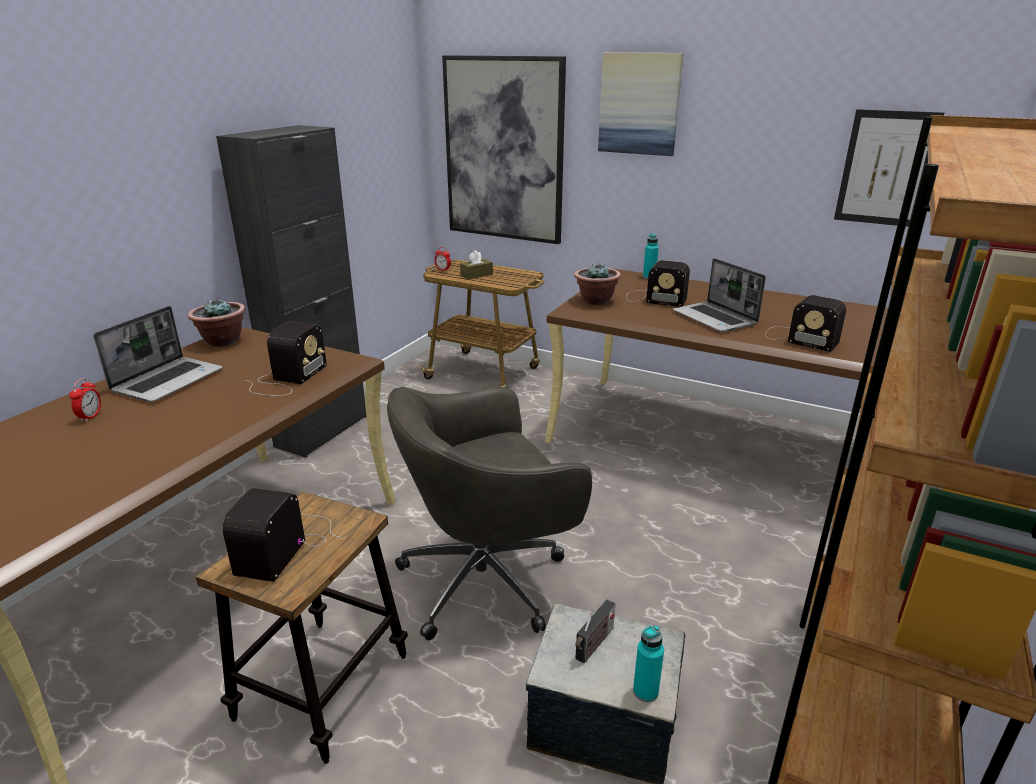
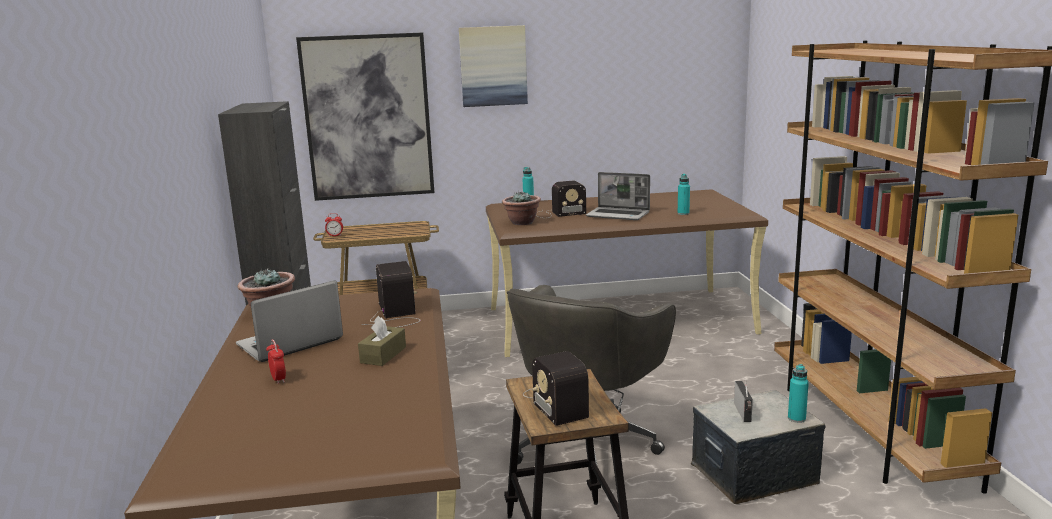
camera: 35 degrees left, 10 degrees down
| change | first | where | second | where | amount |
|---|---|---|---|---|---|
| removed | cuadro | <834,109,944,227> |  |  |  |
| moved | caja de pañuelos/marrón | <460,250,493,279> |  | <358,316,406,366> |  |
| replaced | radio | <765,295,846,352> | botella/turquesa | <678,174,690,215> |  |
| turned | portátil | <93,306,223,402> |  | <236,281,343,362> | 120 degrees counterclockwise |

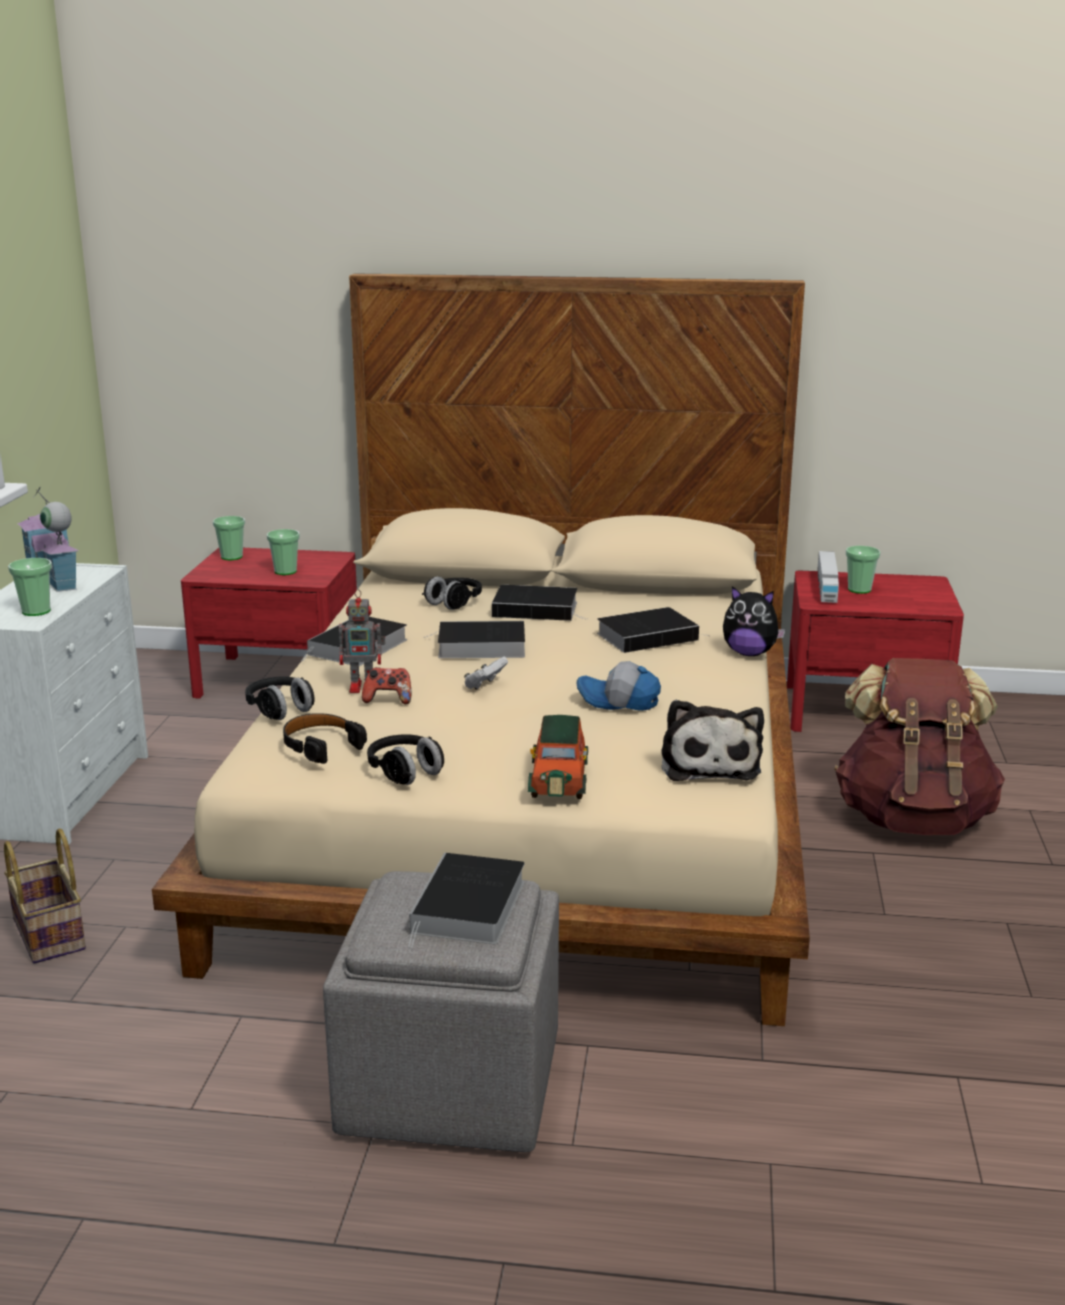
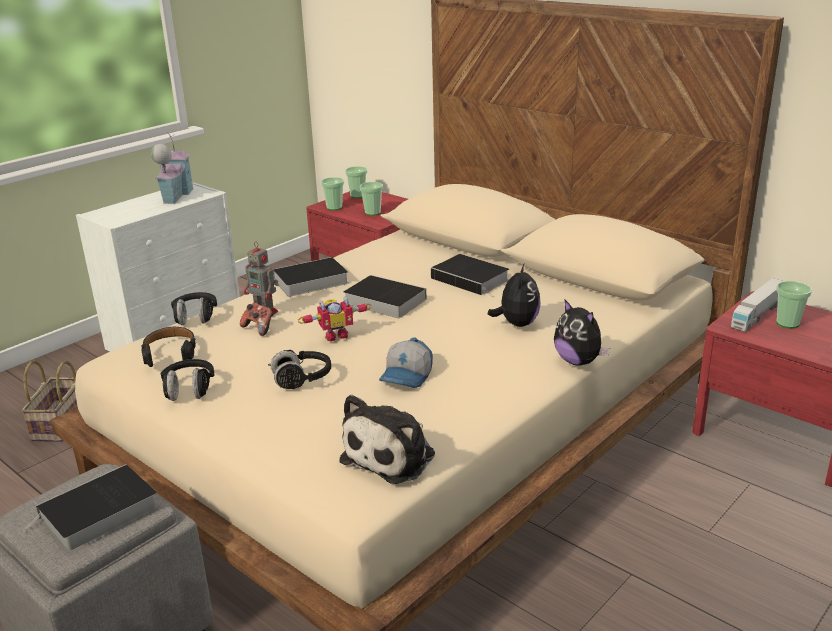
camera: 35 degrees right, 5 degrees up
| change | first | where | second | where | amount |
|---|---|---|---|---|---|
| removed | coche de juguete | <528,715,588,799> |  |  |  |
| removed | mochila/marrón | <834,658,1005,835> |  |  |  |
| moved | taza | <8,558,52,616> |  | <321,177,344,210> |  |
| moved | auriculares/negro | <422,576,482,610> |  | <268,350,331,389> |  |
| replaced | mando de consola/blanco | <464,657,508,690> | robot de juguete | <298,297,372,342> |  |
| replaced | libro | <597,607,706,653> | peluche | <488,264,541,327> |  |
| turned | gorra | <576,661,661,711> |  | <379,337,433,388> | 120 degrees counterclockwise |

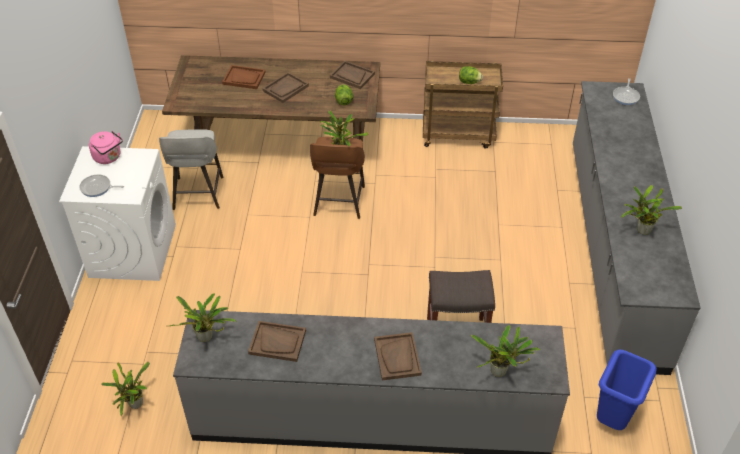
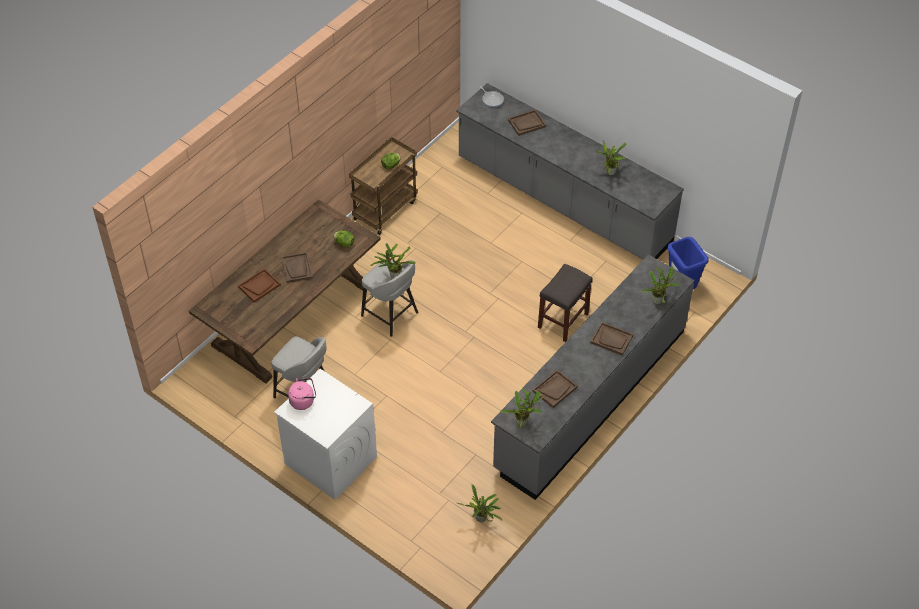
camera: 55 degrees left, 5 degrees up
| change | first | where | second | where | amount |
|---|---|---|---|---|---|
| removed | sartén | <79,174,124,197> |  |  |  |
| moved | bandeja/marrón | <330,61,375,89> |  | <508,109,546,136> |  |
| recoloured | taburete/marrón | <310,137,365,219> | taburete/gris | <361,259,418,337> |  |

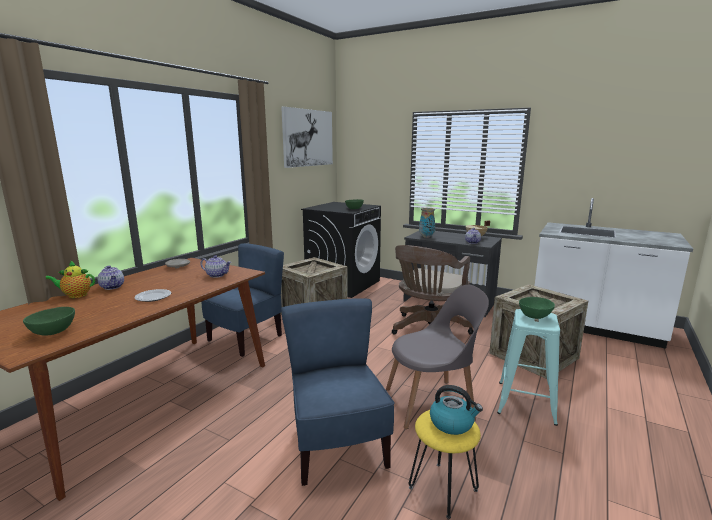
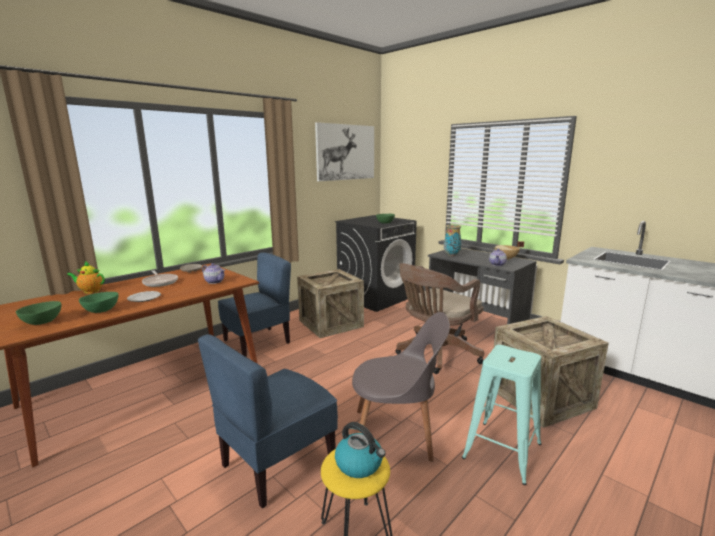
camera: 15 degrees right, 0 degrees up
| change | first | where | second | where | amount |
|---|---|---|---|---|---|
| removed | tetera | <97,265,124,290> |  |  |  |
| added |  |  | sartén | <142,270,178,287> |  |
| moved | cuenco/verde | <519,297,555,319> |  | <79,292,119,313> |  |
| turned | silla/azul | <281,298,395,486> |  | <198,334,338,508> | 135 degrees counterclockwise |

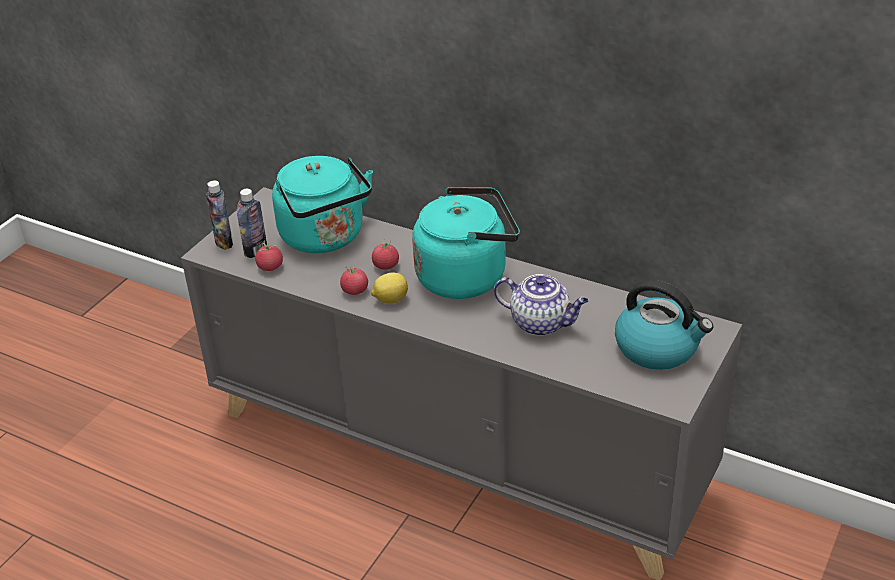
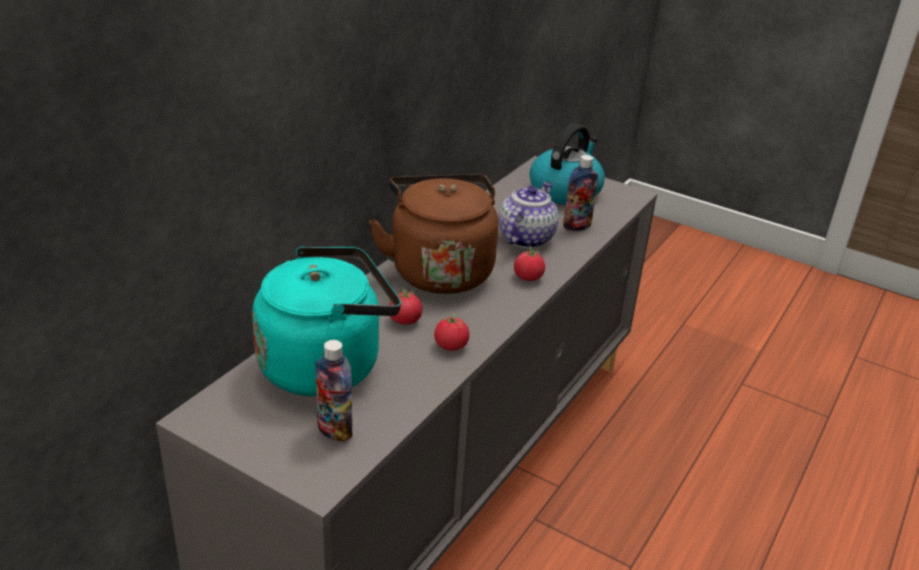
camera: 90 degrees left, 5 degrees down
| change | first | where | second | where | amount |
|---|---|---|---|---|---|
| removed | limón | <371,273,408,304> |  |  |  |
| moved | botella | <206,180,233,250> |  | <563,155,598,231> |  |
| moved | tomate | <255,243,283,271> |  | <514,246,545,281> |  |
| recoloured | hervidor/turquesa | <412,187,520,299> | hervidor/marrón | <369,174,499,294> |  |

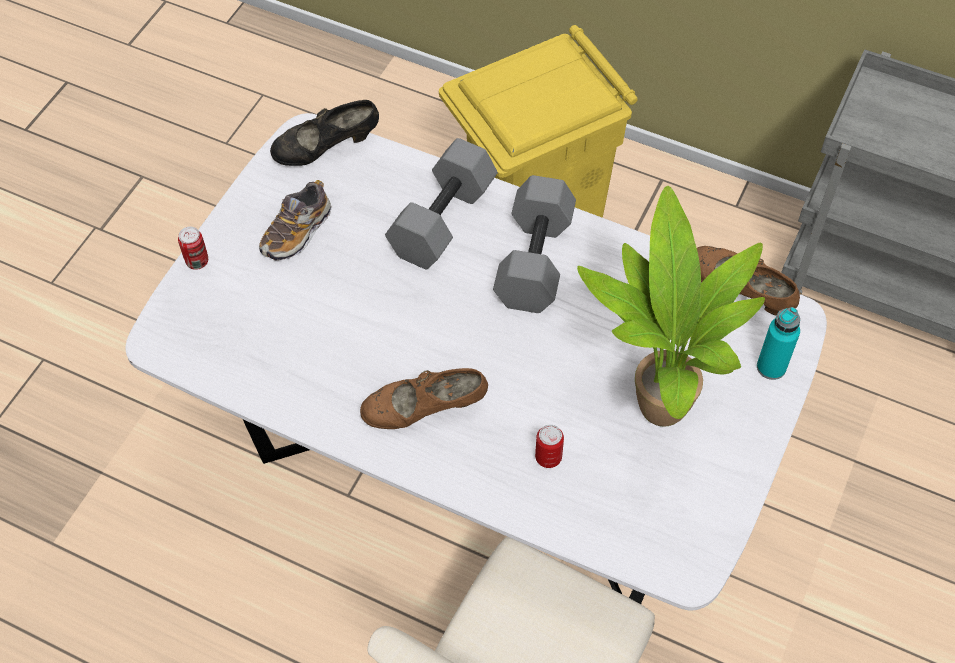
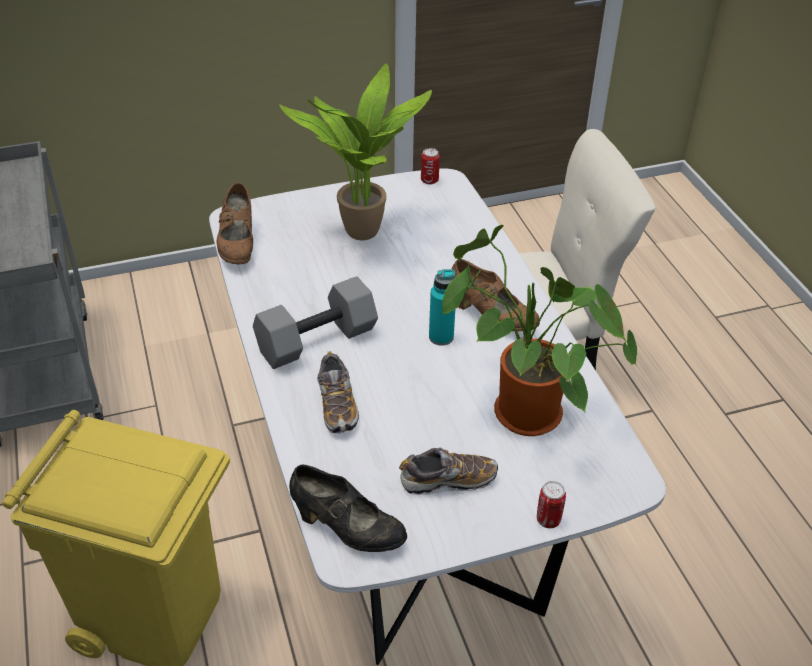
camera: 135 degrees left, 15 degrees down
| change | first | where | second | where | amount |
|---|---|---|---|---|---|
| added |  |  | planta en maceta | <442,225,637,436> |  |
| moved | lata | <535,424,564,468> |  | <421,148,440,185> |  |
| moved | botella/turquesa | <757,307,800,380> |  | <429,269,456,346> |  |
| replaced | mancuerna/gris | <385,138,498,269> | zapato | <317,351,359,434> |  |

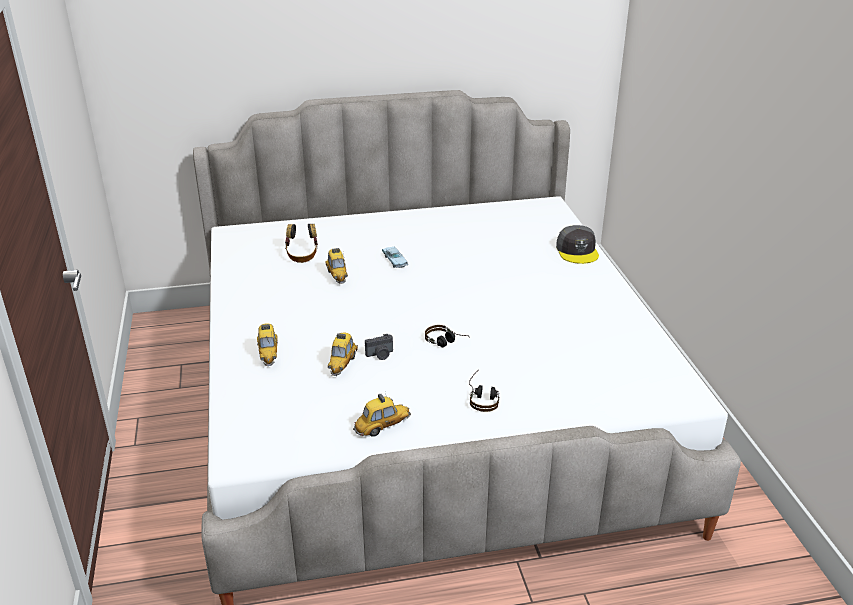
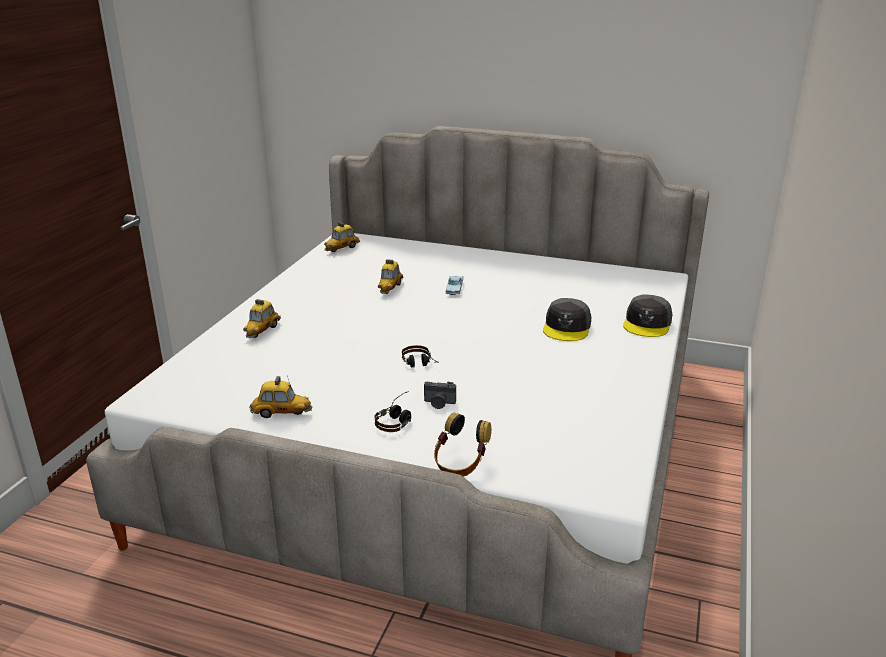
camera: 30 degrees right, 5 degrees down
| change | first | where | second | where | amount |
|---|---|---|---|---|---|
| added |  |  | gorra/gris | <543,298,592,341> |  |
| moved | auriculares | <285,224,318,263> |  | <434,413,491,477> |  |
| moved | coche de juguete | <328,333,358,376> |  | <324,222,360,252> |  |
| moved | cámara | <365,334,393,360> |  | <424,382,456,409> |  |

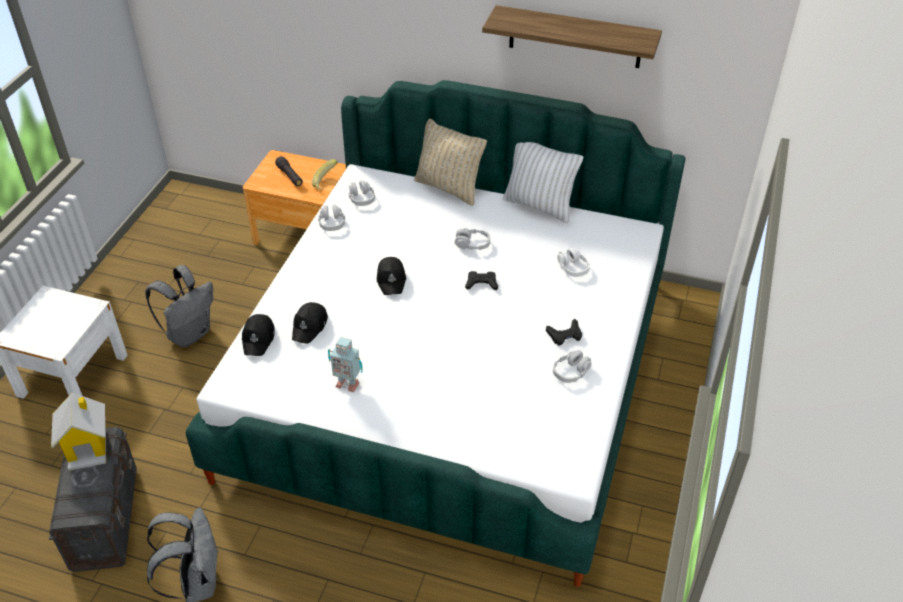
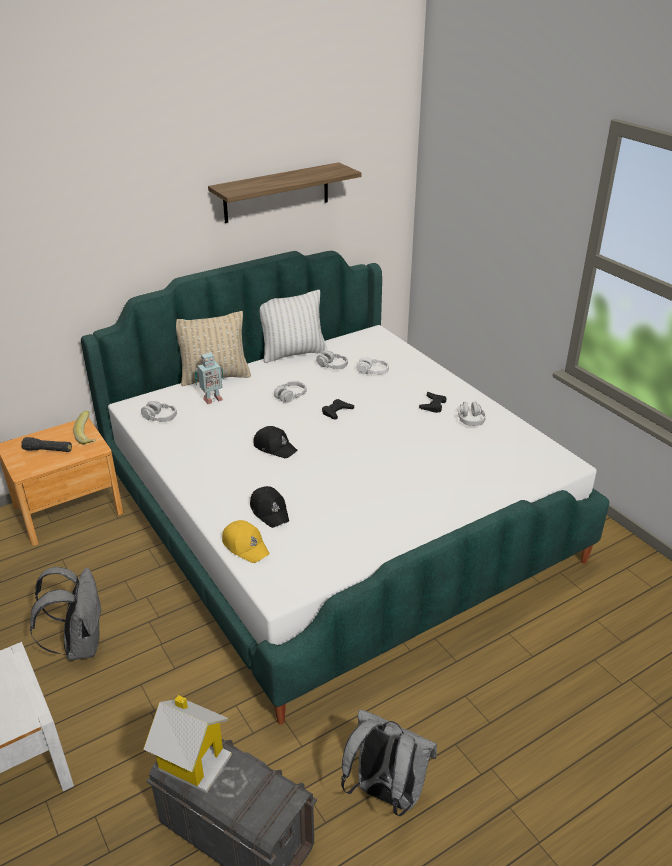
camera: 50 degrees left, 10 degrees down
| change | first | where | second | where | amount |
|---|---|---|---|---|---|
| moved | auriculares/gris | <318,204,345,231> |  | <316,350,348,369> |  |
| moved | robot de juguete | <328,337,363,392> |  | <195,353,224,404> |  |
| recoloured | gorra/negro | <242,314,275,356> | gorra/amarillo | <222,520,270,563> |  |

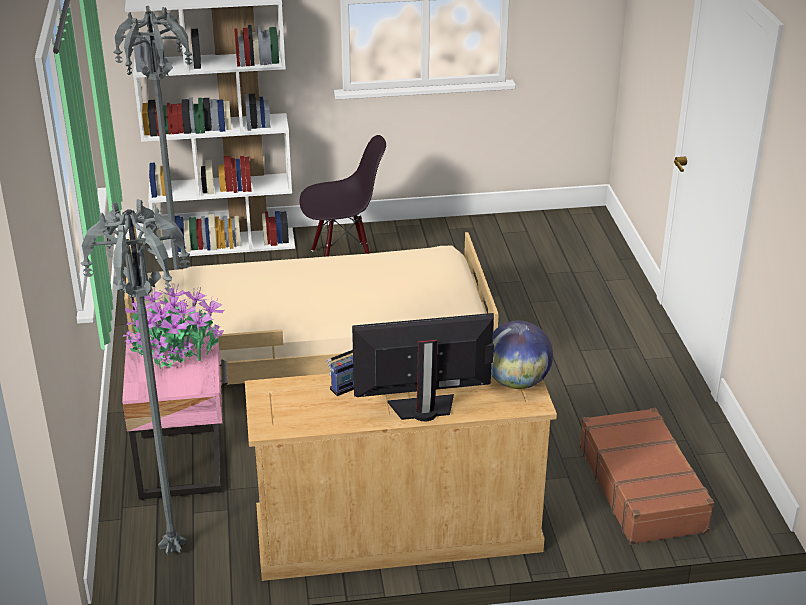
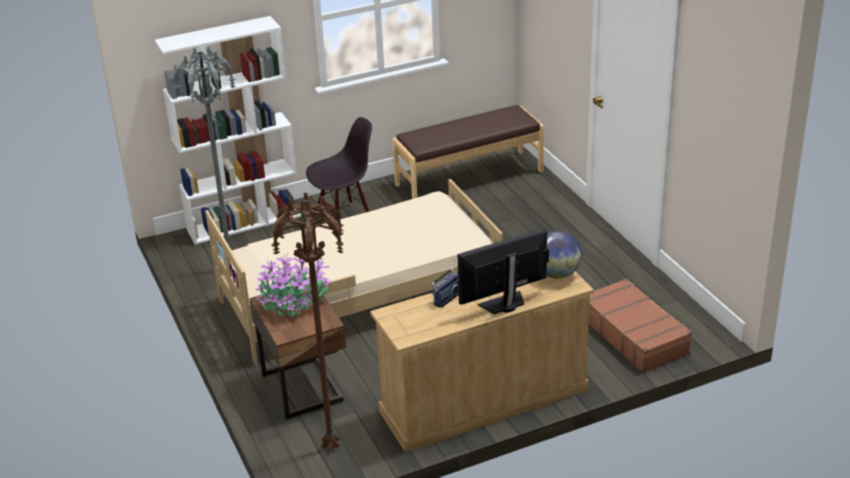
camera: 15 degrees left, 0 degrees up
| change | first | where | second | where | amount |
|---|---|---|---|---|---|
| added |  |  | banco/marrón | <392,105,544,199> |  |
| recoloured | lámpara de pie/gris | <80,200,190,555> | lámpara de pie/marrón | <271,193,344,451> |  |
| recoloured | mesita de noche/rosa | <122,326,228,500> | mesita de noche/marrón | <249,285,346,420> |  |

